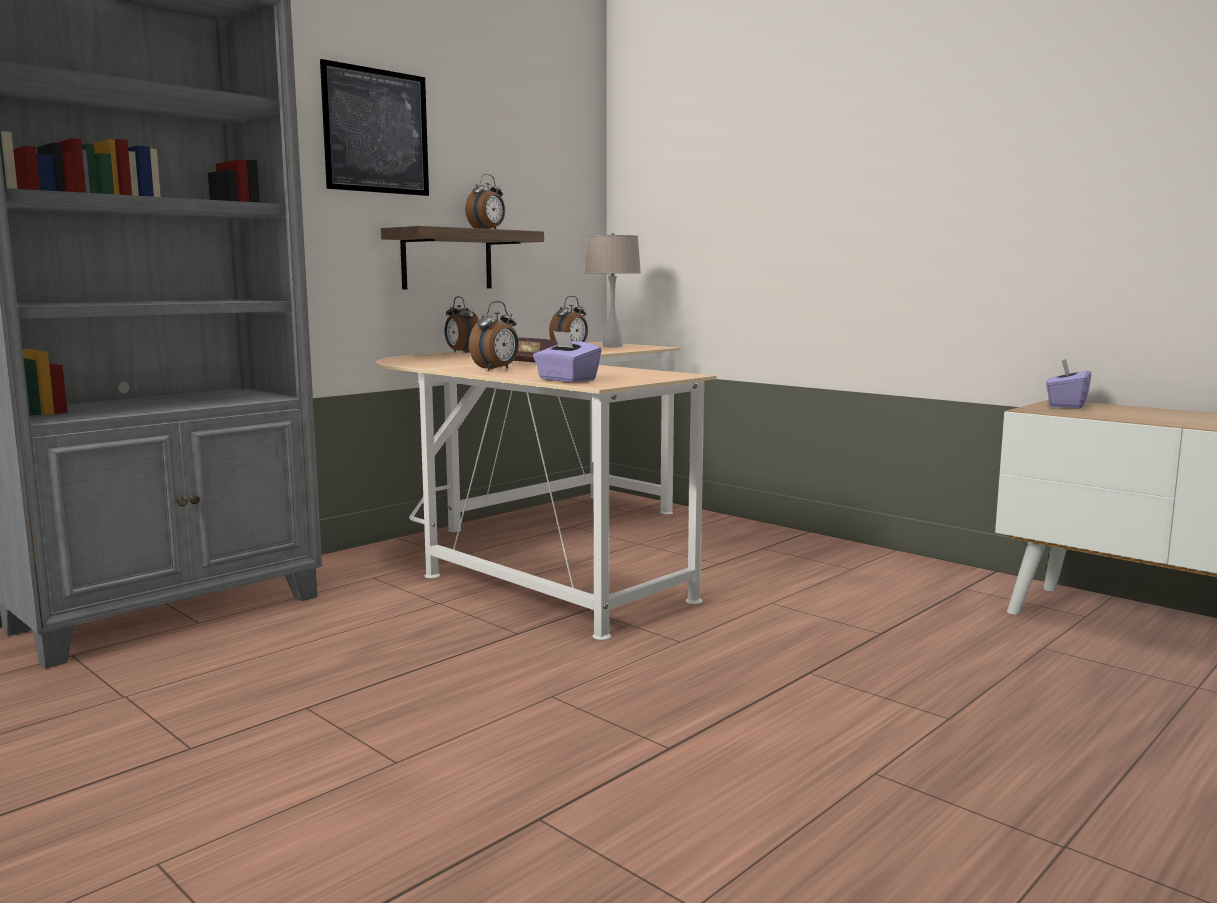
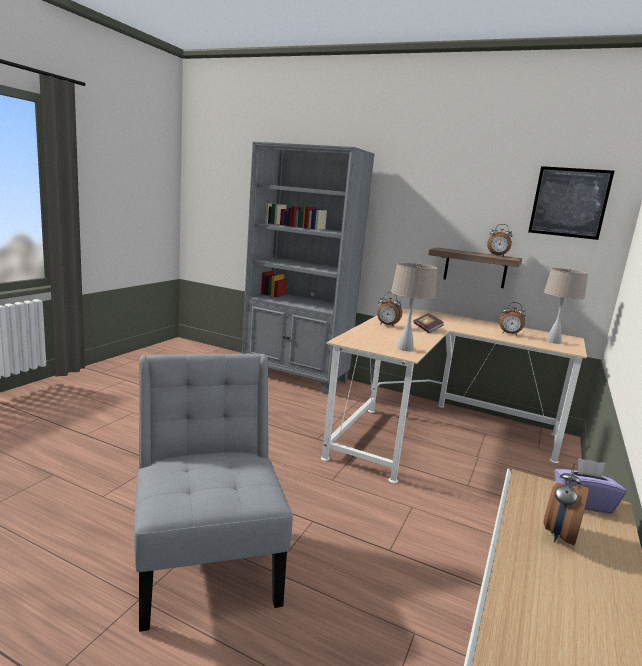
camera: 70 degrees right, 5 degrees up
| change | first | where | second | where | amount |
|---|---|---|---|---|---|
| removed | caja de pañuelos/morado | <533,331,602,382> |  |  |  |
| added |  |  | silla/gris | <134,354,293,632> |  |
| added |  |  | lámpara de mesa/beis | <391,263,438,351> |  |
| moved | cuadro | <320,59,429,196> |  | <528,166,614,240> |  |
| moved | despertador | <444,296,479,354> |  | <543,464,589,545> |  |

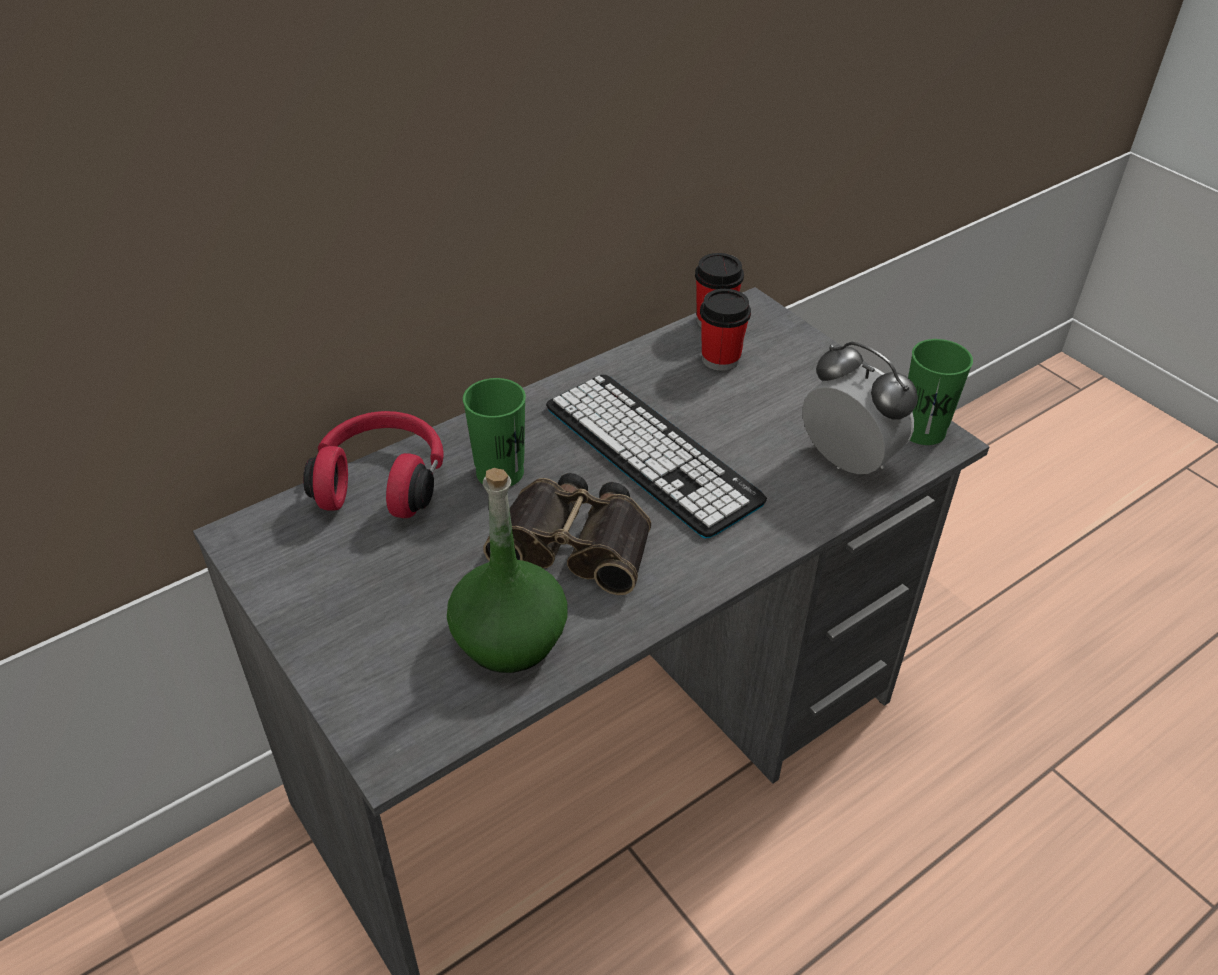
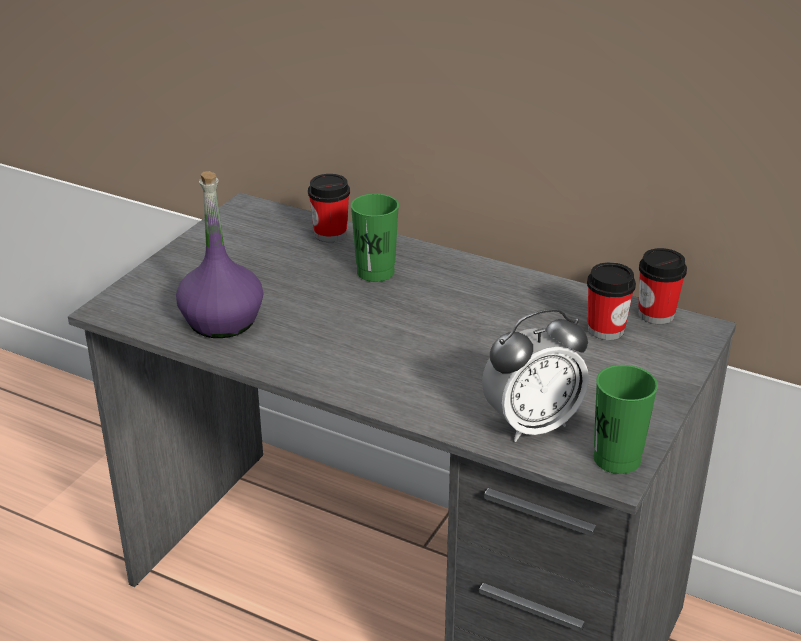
camera: 65 degrees right, 10 degrees down
| change | first | where | second | where | amount |
|---|---|---|---|---|---|
| removed | prismáticos | <483,473,651,595> |  |  |  |
| removed | teclado | <546,375,767,538> |  |  |  |
| replaced | auriculares/rojo | <303,411,444,518> | taza | <308,174,350,242> |  |
| recoloured | botella/verde | <447,468,567,673> | botella/morado | <176,171,263,338> |  |
| turned | despertador | <802,342,918,474> |  | <482,309,589,442> | 45 degrees clockwise |

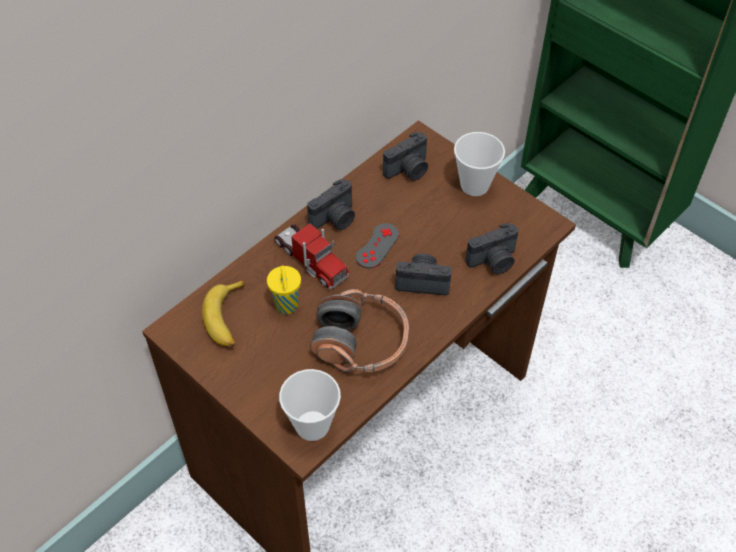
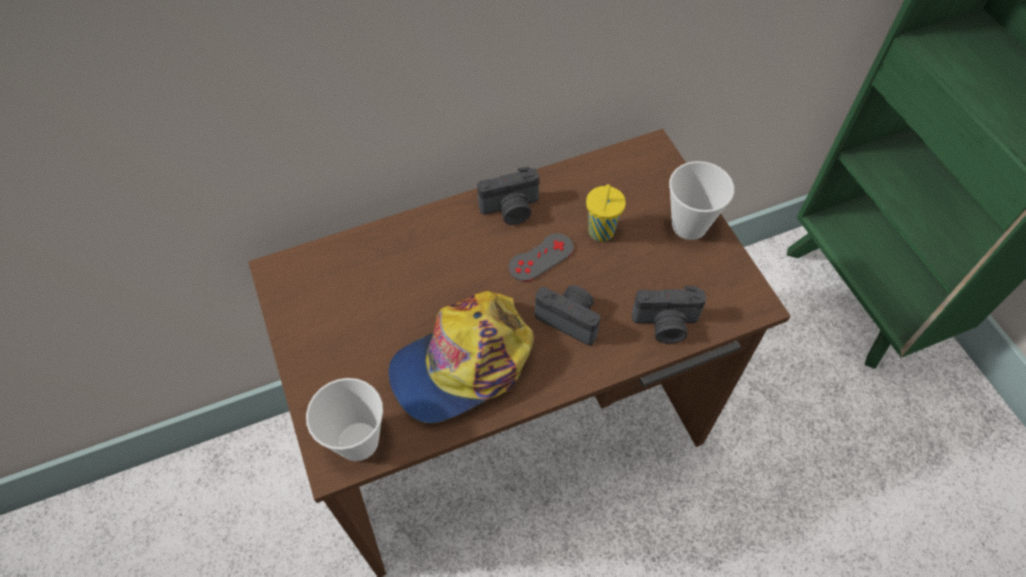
camera: 25 degrees right, 5 degrees up
| change | first | where | second | where | amount |
|---|---|---|---|---|---|
| removed | plátano | <202,279,244,348> |  |  |  |
| removed | camión de juguete | <274,224,349,289> |  |  |  |
| removed | cámara | <383,132,428,181> |  |  |  |
| moved | taza/amarillo | <267,265,301,314> |  | <586,184,626,242> |  |
| replaced | auriculares | <310,289,409,372> | gorra | <389,291,534,423> |  |

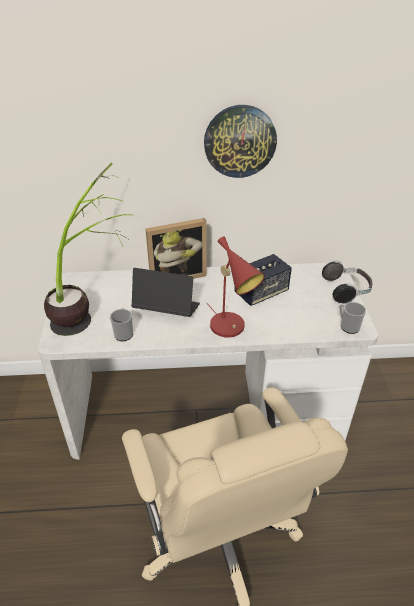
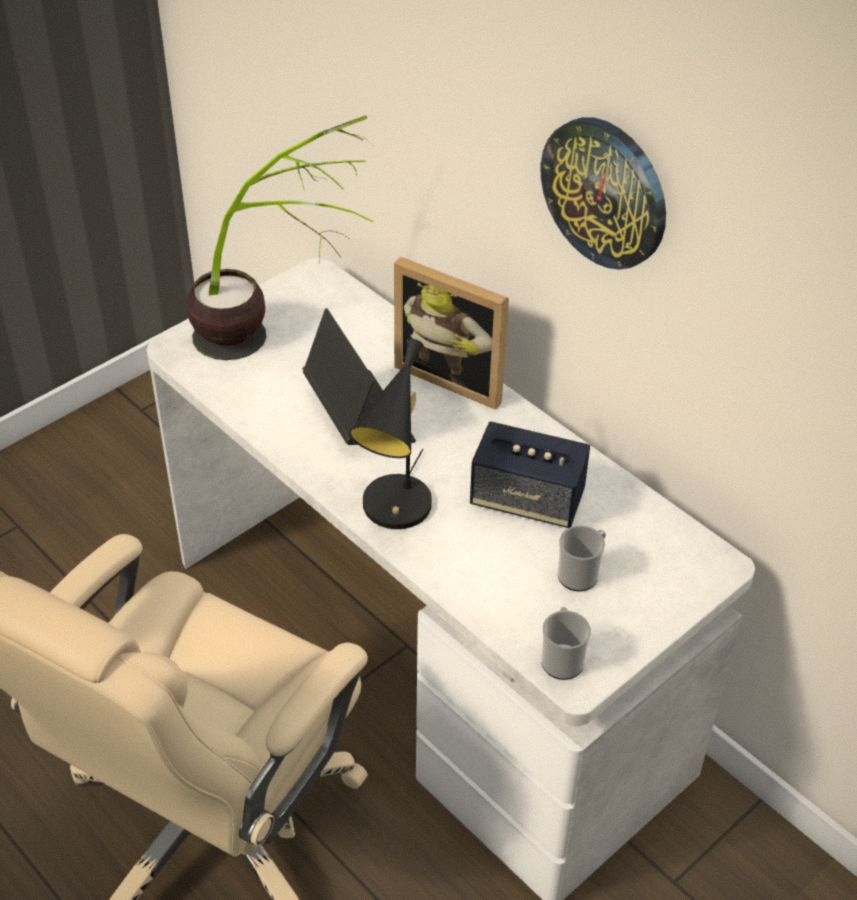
camera: 50 degrees right, 5 degrees up
| change | first | where | second | where | amount |
|---|---|---|---|---|---|
| removed | auriculares | <322,261,372,304> |  |  |  |
| moved | taza grande | <110,308,133,341> |  | <558,525,606,591> |  |
| recoloured | lámpara de mesa/rojo | <207,237,265,338> | lámpara de mesa/negro | <349,339,432,529> |  |

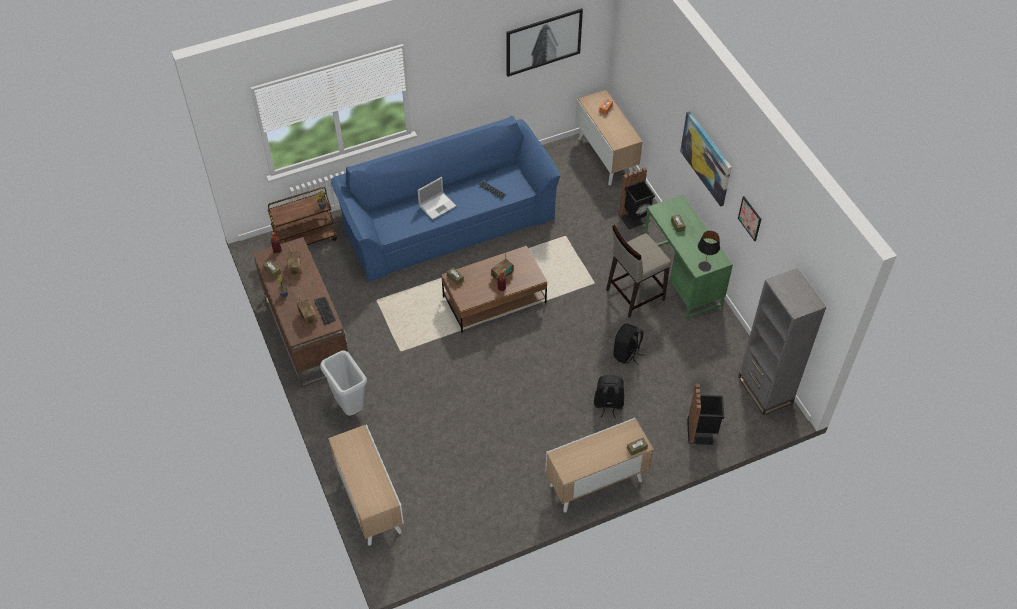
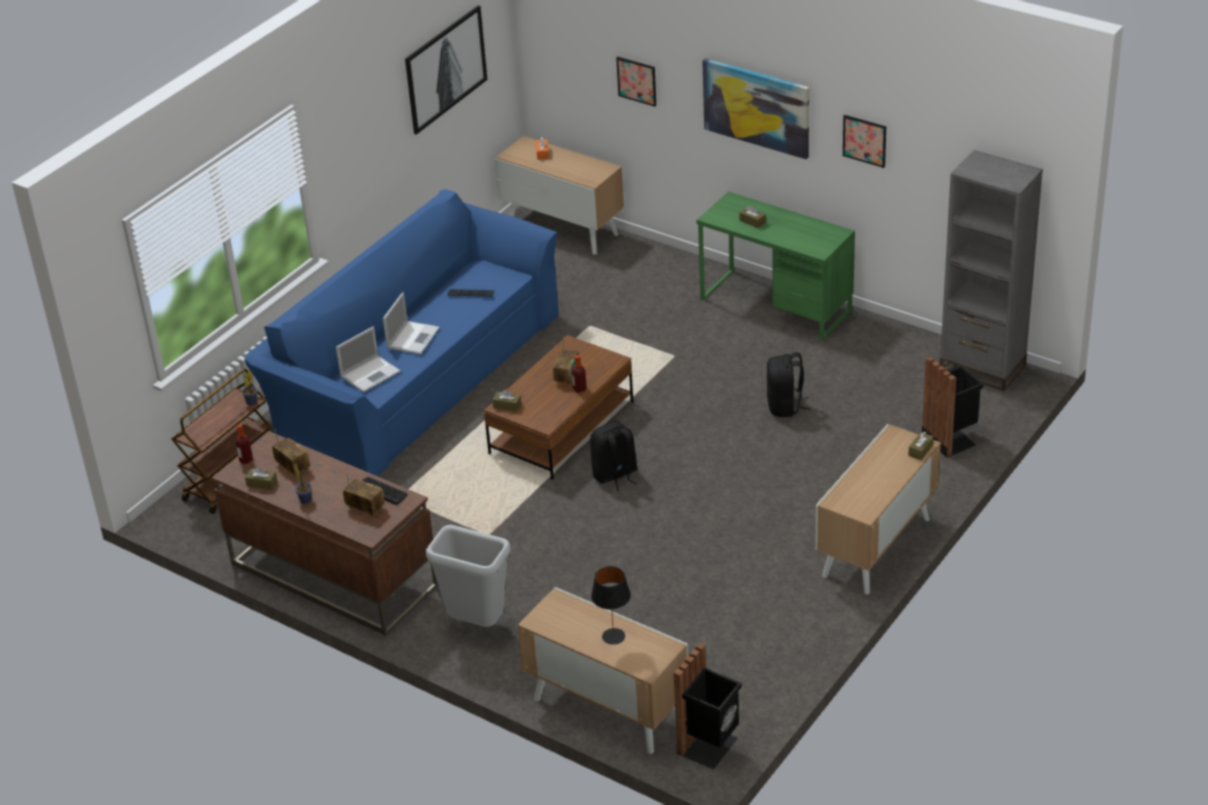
camera: 30 degrees left, 15 degrees down
| change | first | where | second | where | amount |
|---|---|---|---|---|---|
| removed | taburete/beis | <606,225,671,318> |  |  |  |
| added |  |  | portátil | <336,327,400,393> |  |
| added |  |  | cuadro | <616,56,656,107> |  |
| moved | mochila/negro | <594,375,624,418> |  | <590,422,638,491> |  |
| moved | papelera/negro | <619,168,655,229> |  | <674,643,742,769> |  |
| moved | lámpara de mesa/negro | <698,231,720,272> |  | <591,566,631,645> |  |

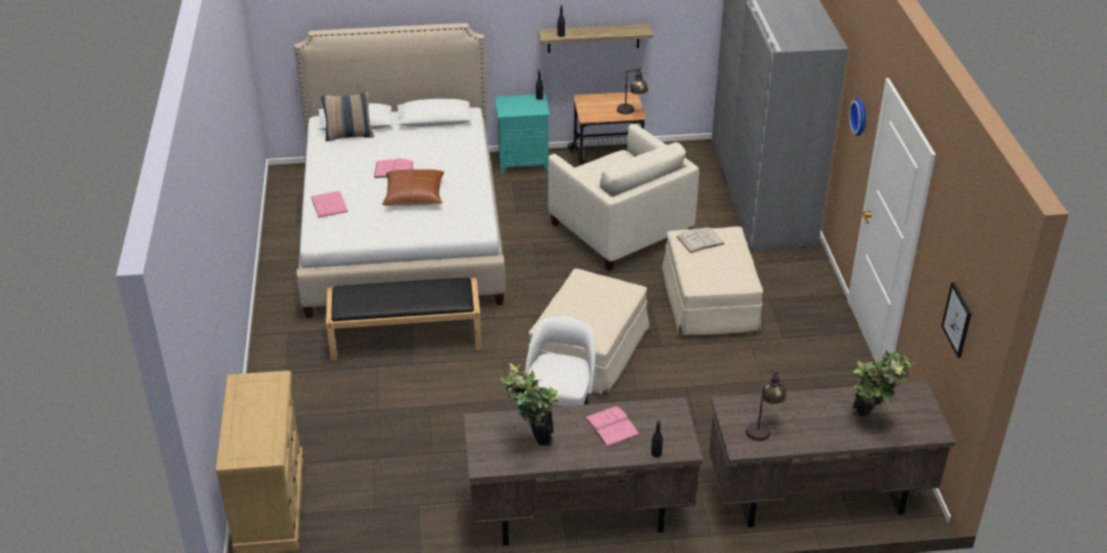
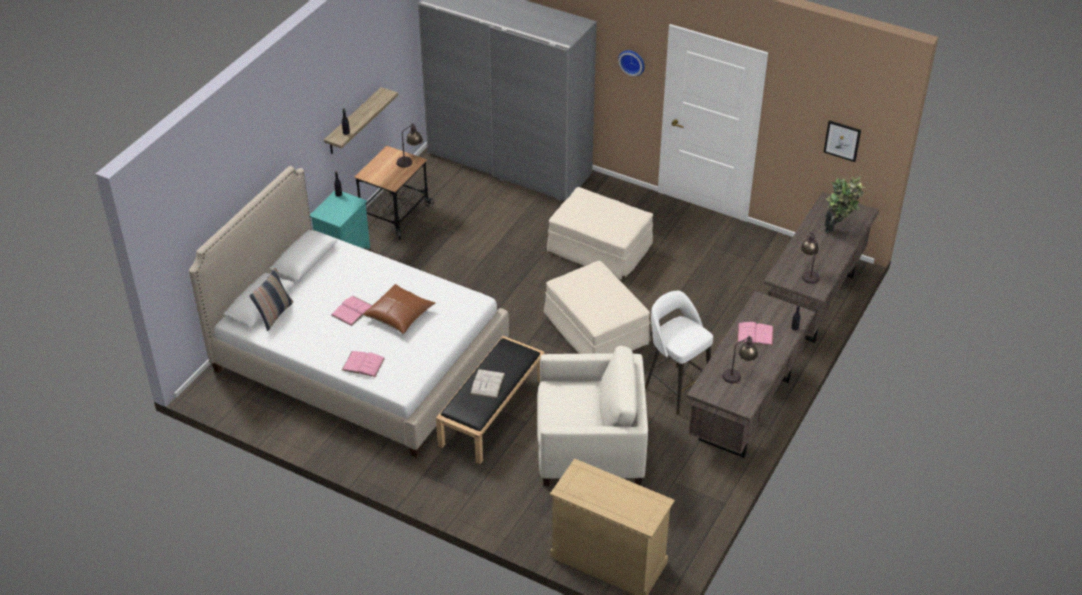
camera: 55 degrees left, 5 degrees up
| change | first | where | second | where | amount |
|---|---|---|---|---|---|
| moved | sillón/beis | <548,124,699,271> |  | <537,346,648,486> |  |
| moved | libro/blanco | <676,227,724,253> |  | <470,369,505,398> |  |
| replaced | planta en maceta | <500,363,559,446> | lámpara de mesa | <722,335,758,384> |  |

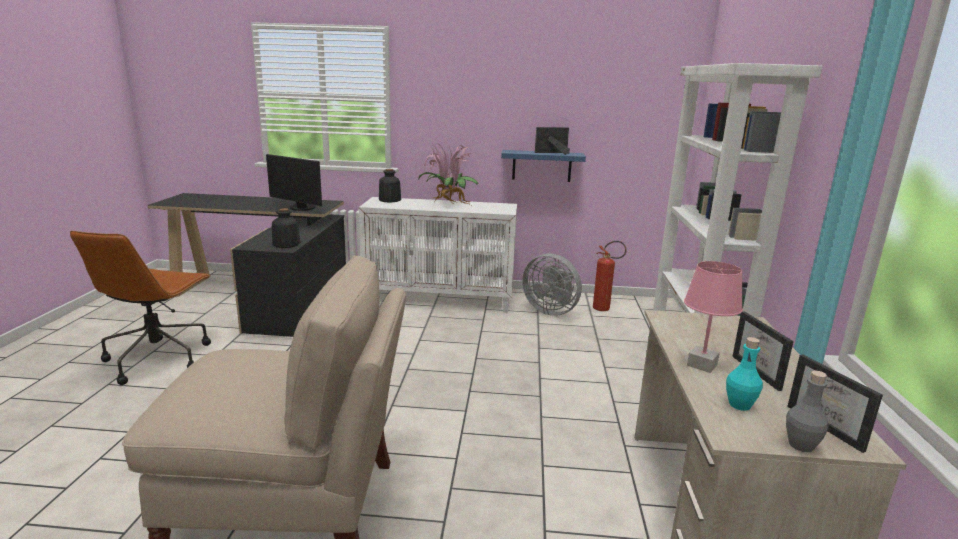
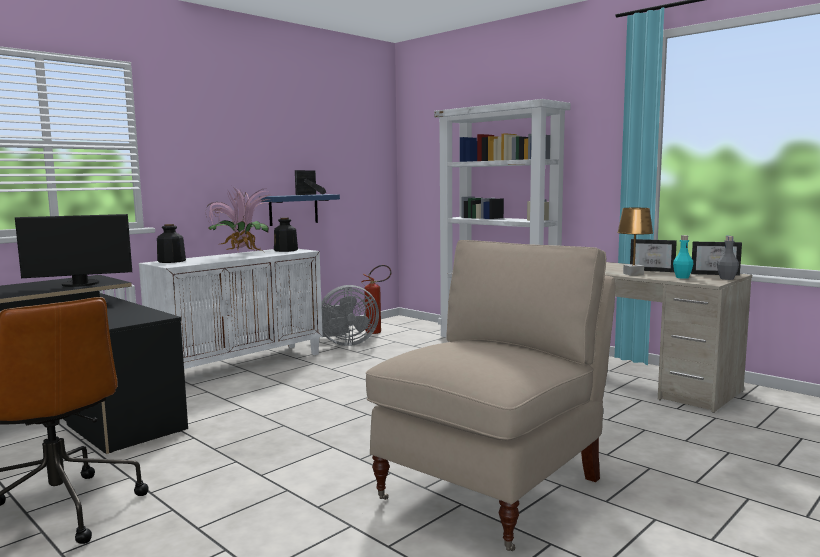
camera: 50 degrees left, 10 degrees down
| change | first | where | second | where | amount |
|---|---|---|---|---|---|
| moved | botella | <272,208,300,248> |  | <274,217,298,252> |  |
| recoloured | lámpara de mesa/rosa | <684,261,743,373> | lámpara de mesa/marrón | <617,208,653,275> |  |

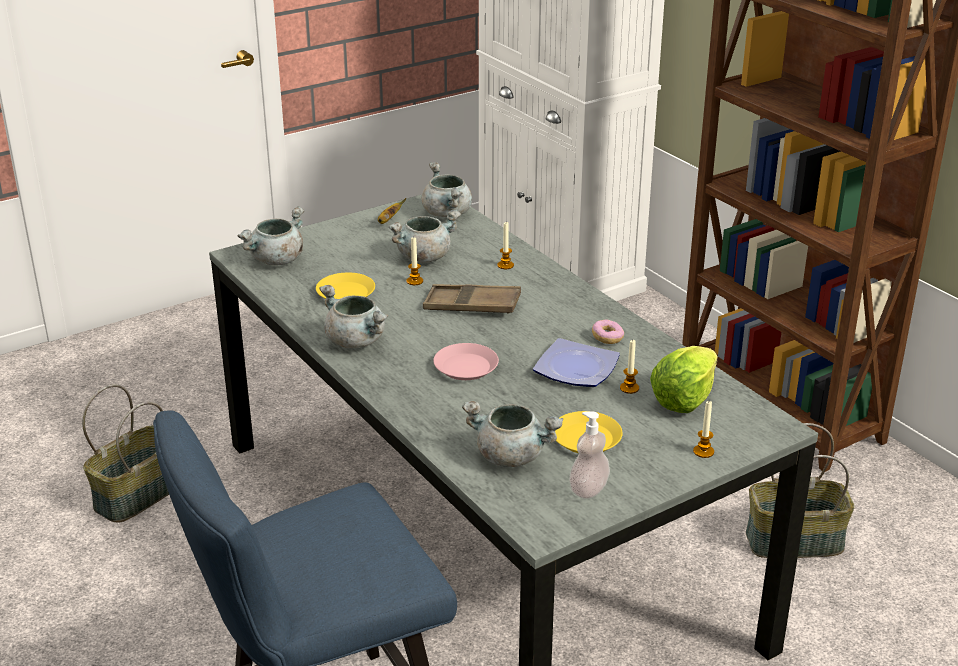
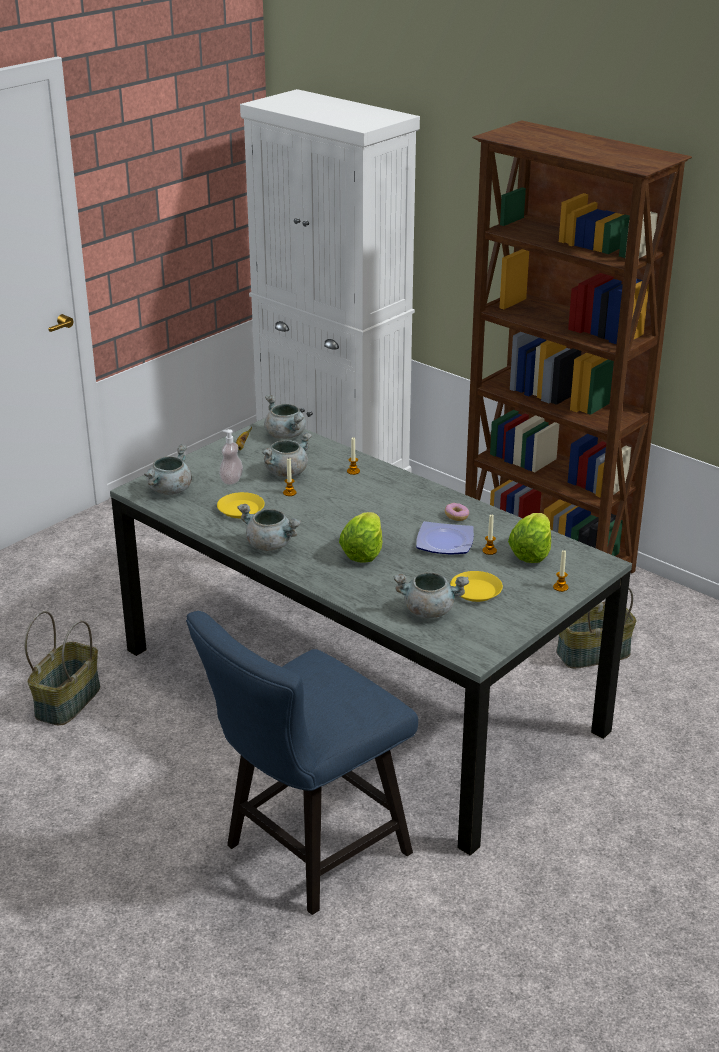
camera: 15 degrees left, 0 degrees up
| change | first | where | second | where | amount |
|---|---|---|---|---|---|
| removed | bandeja/marrón | <423,284,521,314> |  |  |  |
| moved | dispensador de jabón | <569,411,610,499> |  | <219,429,243,485> |  |
| replaced | plato/rosa | <433,343,499,380> | lechuga | <339,512,382,563> |  |

